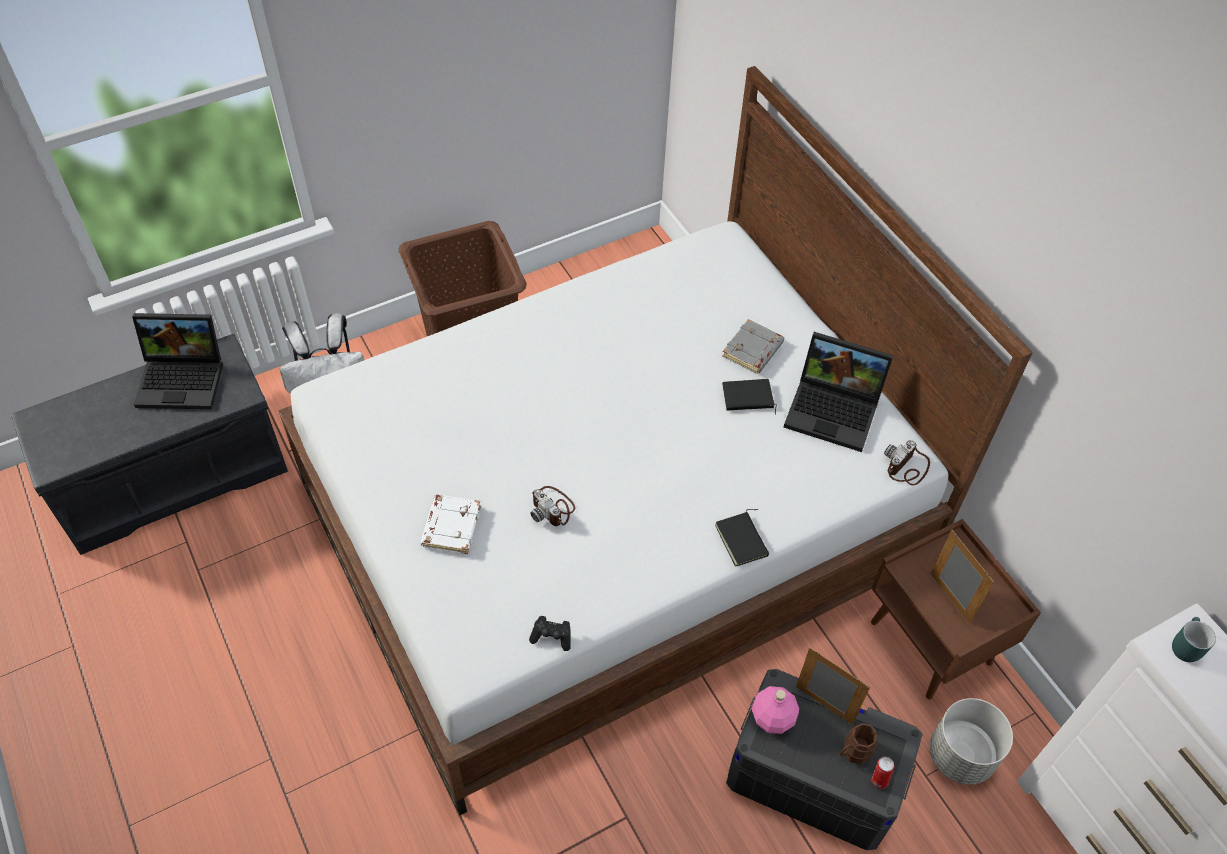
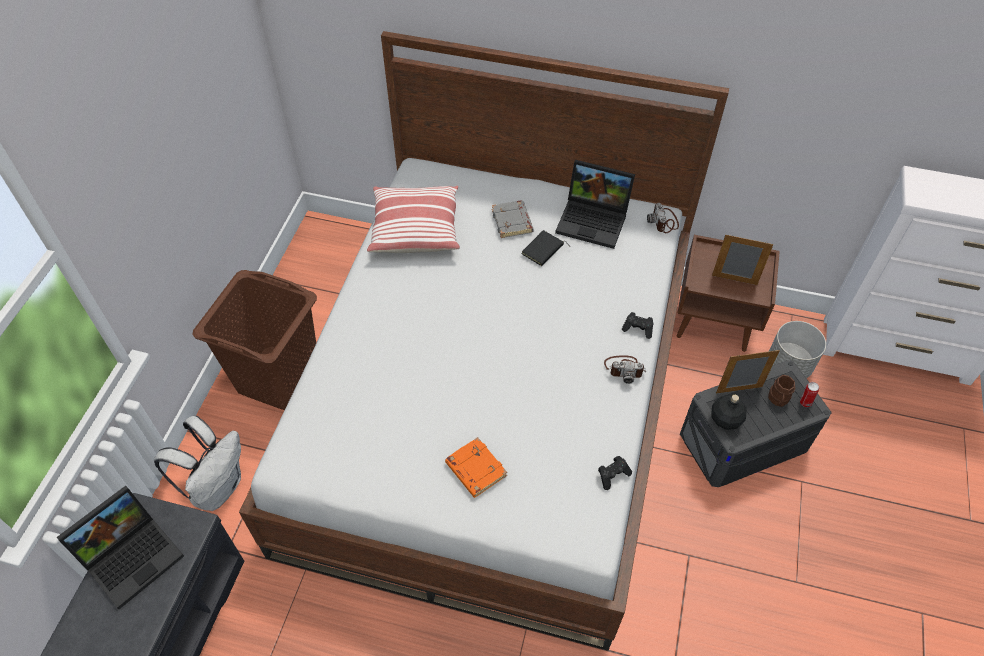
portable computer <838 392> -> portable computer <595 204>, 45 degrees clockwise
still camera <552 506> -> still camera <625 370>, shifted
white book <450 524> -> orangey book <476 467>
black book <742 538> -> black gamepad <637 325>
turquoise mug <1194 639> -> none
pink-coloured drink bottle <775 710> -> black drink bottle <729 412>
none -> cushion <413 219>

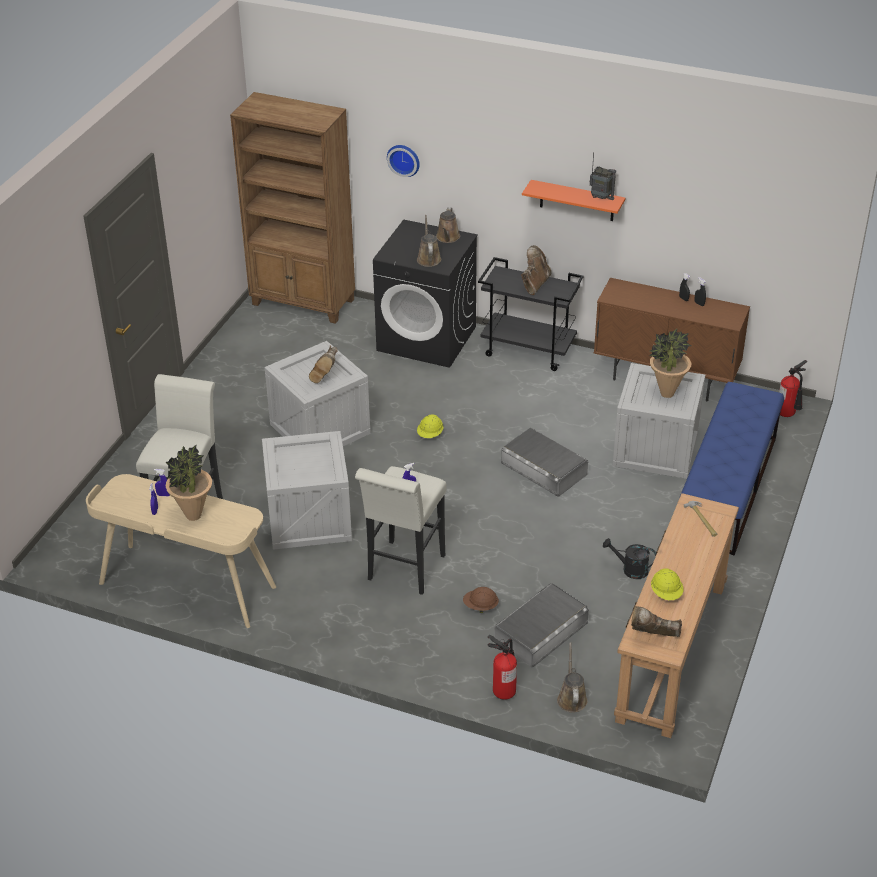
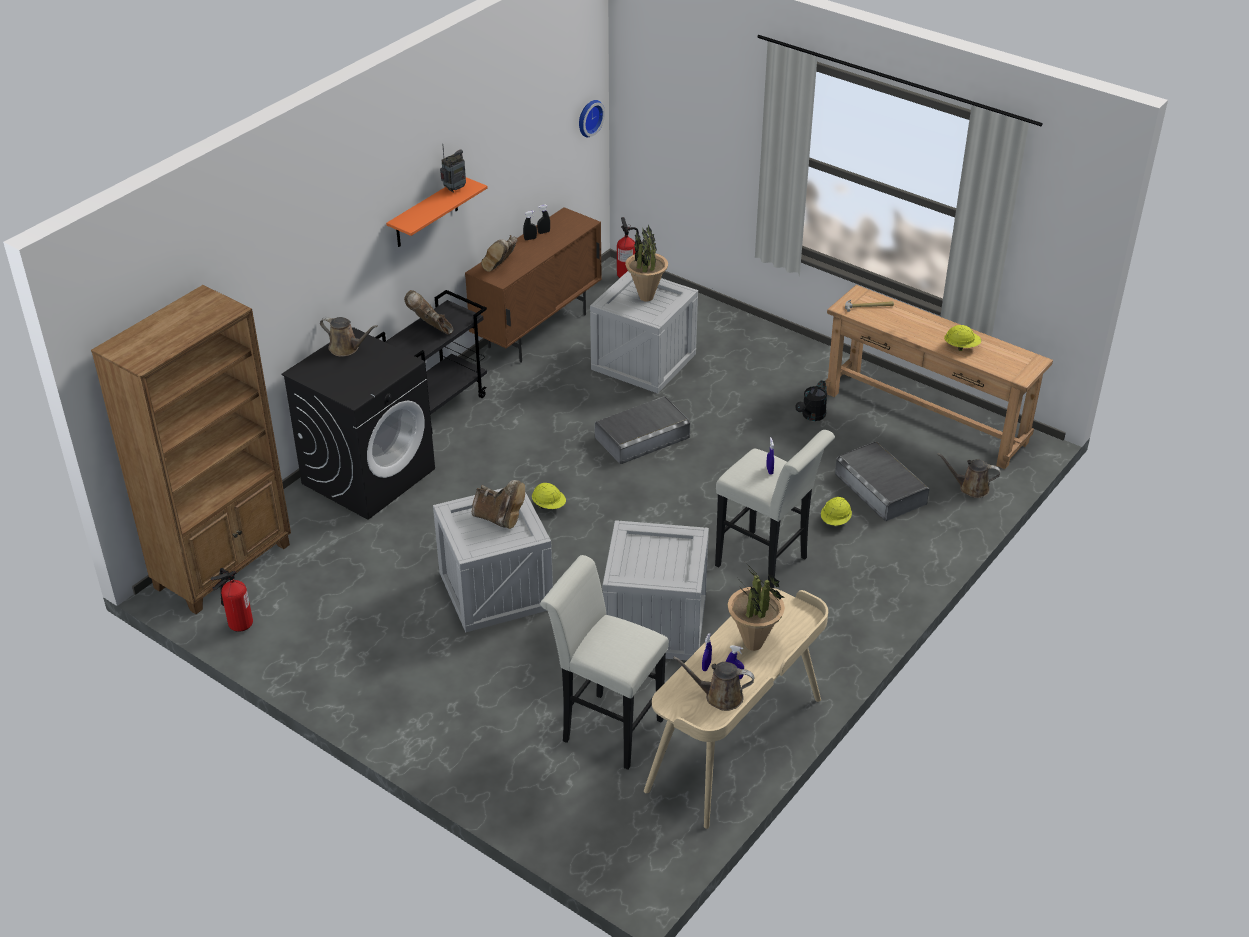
clock on the wall <403 161> -> clock on the wall <592 118>, shifted
brownish watering pot <429 241> -> brownish watering pot <713 684>, shifted
blue-coloured indoor bench <732 469> -> none
brownish safety helmet <481 600> -> yellow safety helmet <836 511>
brownish high-top boot <656 621> -> brownish high-top boot <499 253>, shifted
fire-fighting cylinder <502 667> -> fire-fighting cylinder <231 600>, shifted

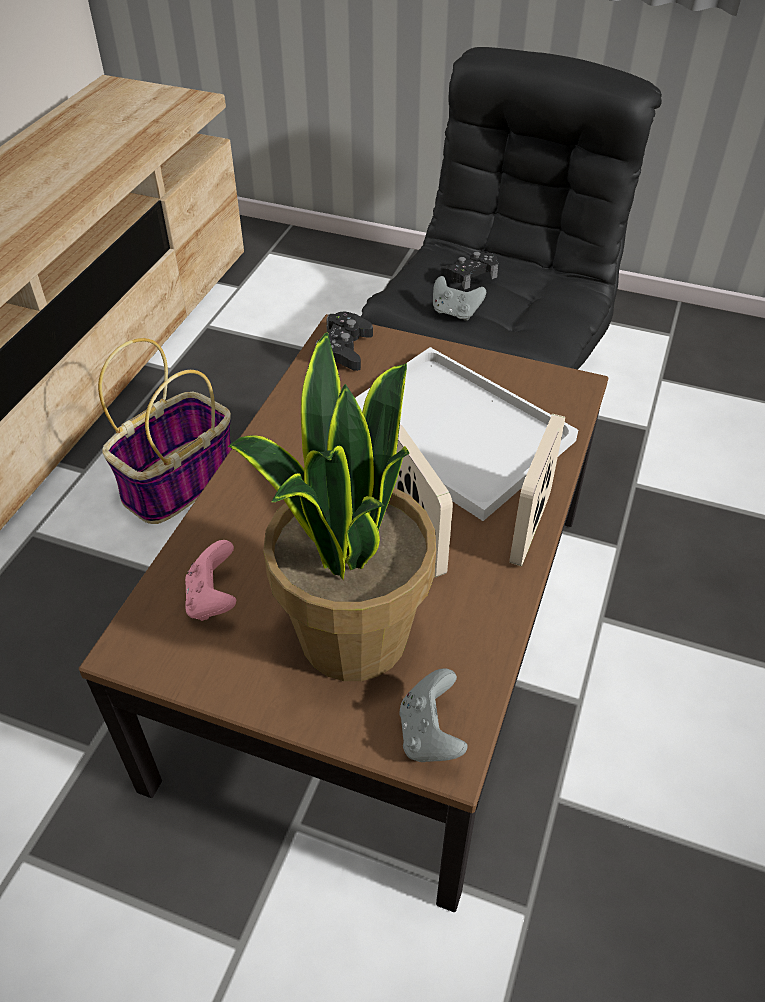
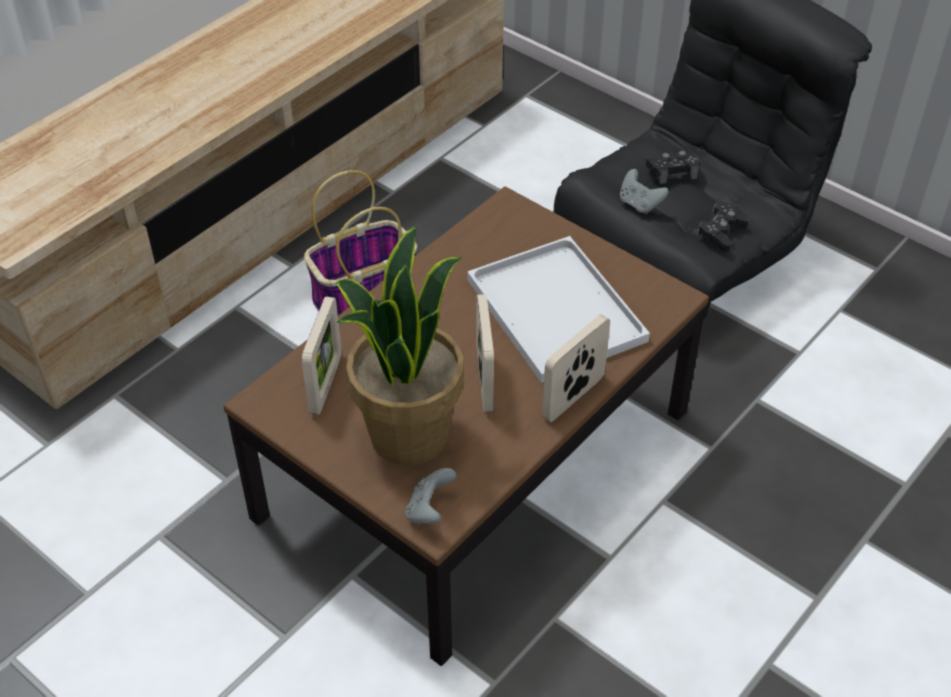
black gamepad <344 341> -> black gamepad <722 227>, shifted
pink-coloured gamepad <210 580> -> photo frame <321 355>

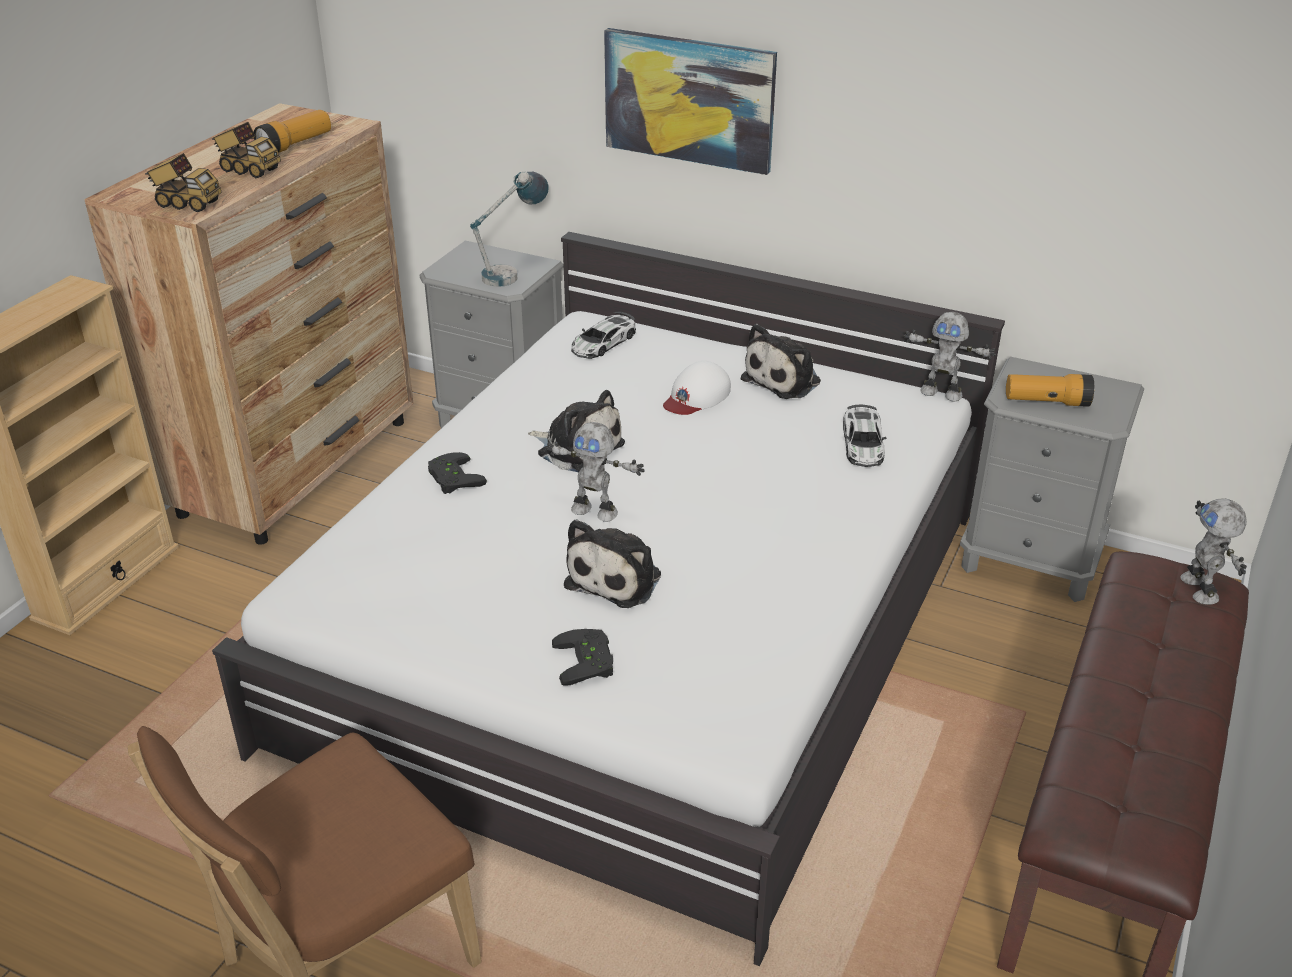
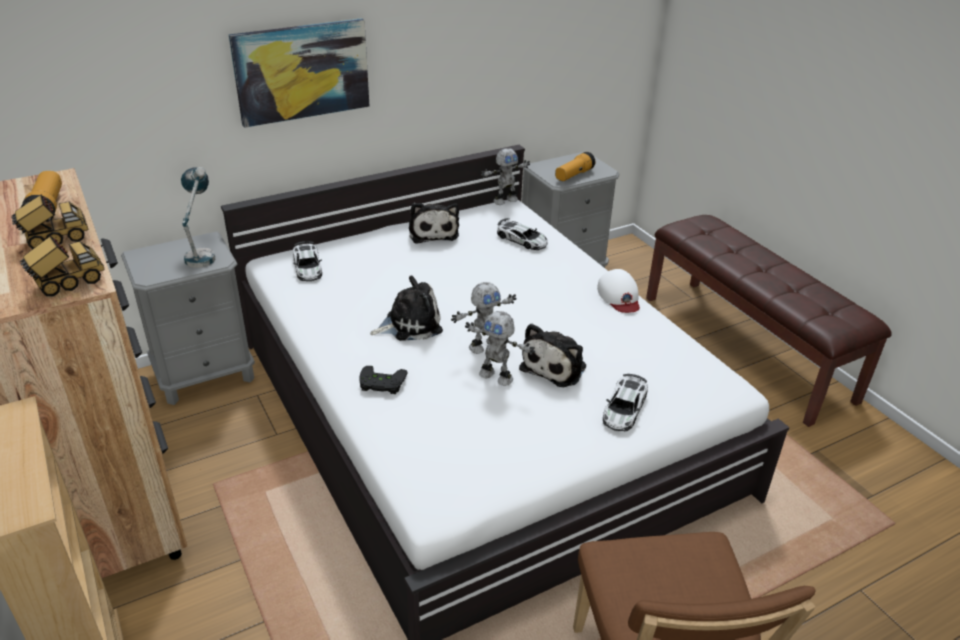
white cap <697 388> -> white cap <618 291>, shifted
model robot <1213 551> -> model robot <500 348>, shifted
plush toy <612 563> -> plush toy <552 355>, 60 degrees clockwise
black gamepad <582 657> -> miniature car <625 403>

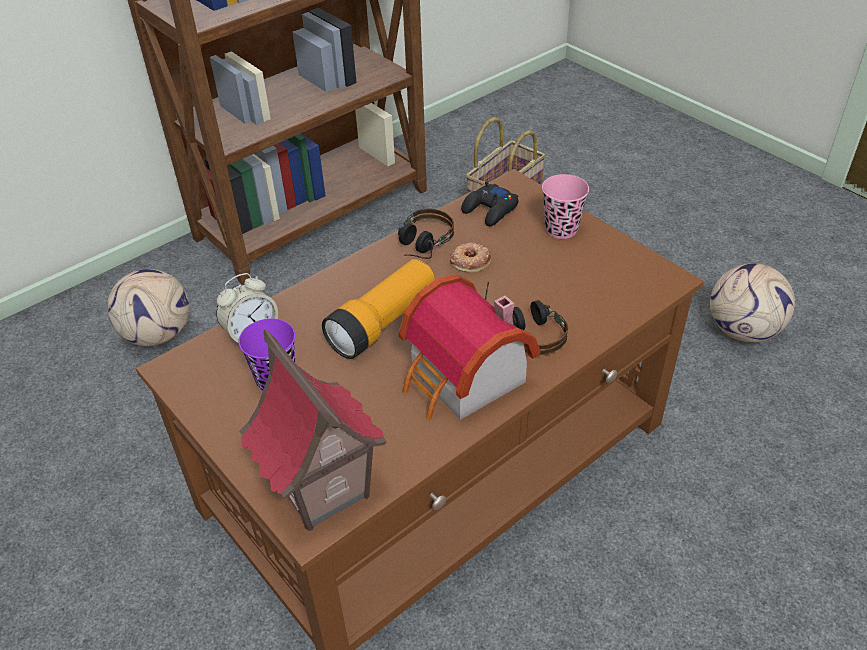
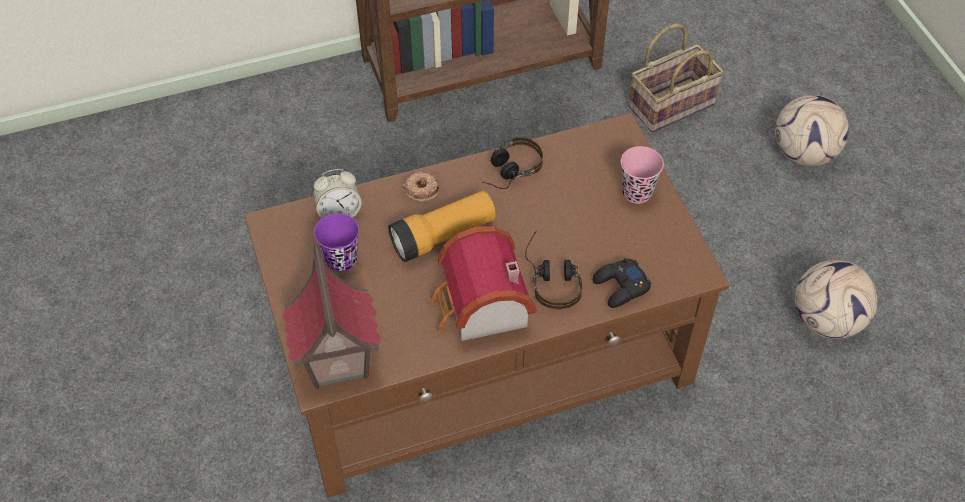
black gamepad <490 203> -> black gamepad <622 283>, shifted
ring doughnut <470 257> -> ring doughnut <421 186>, shifted
football <148 307> -> football <812 130>, shifted

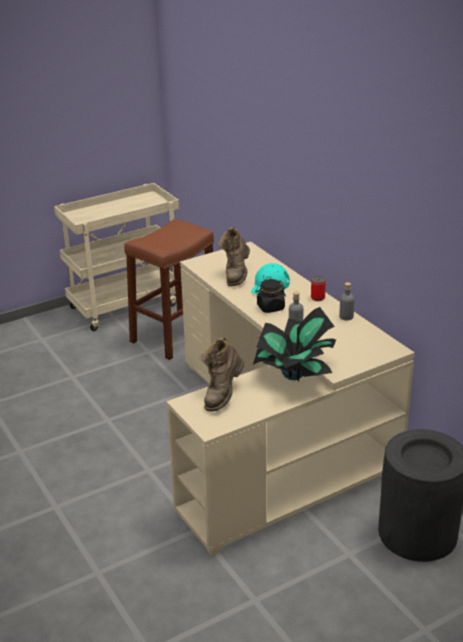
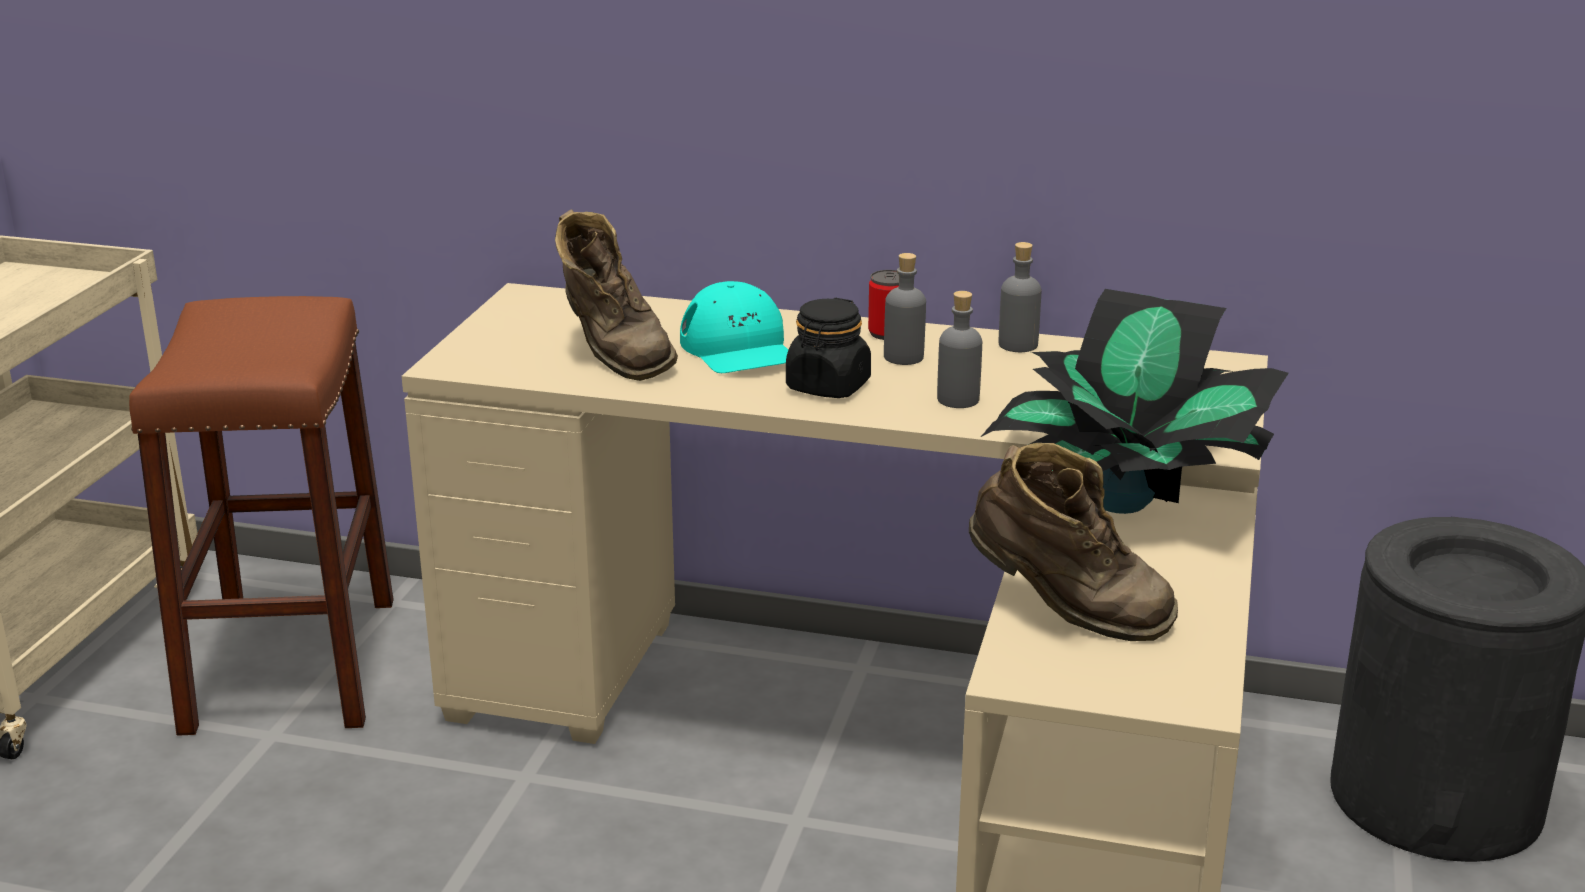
brownish high-top boot <222 374> -> brownish high-top boot <1073 542>, 45 degrees counterclockwise
none -> gray drink bottle <905 309>

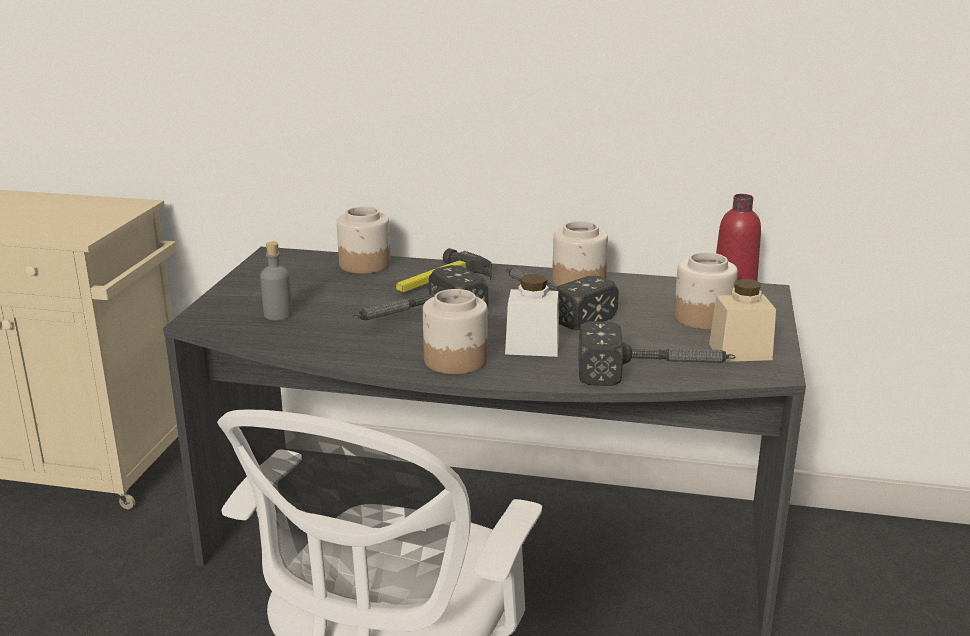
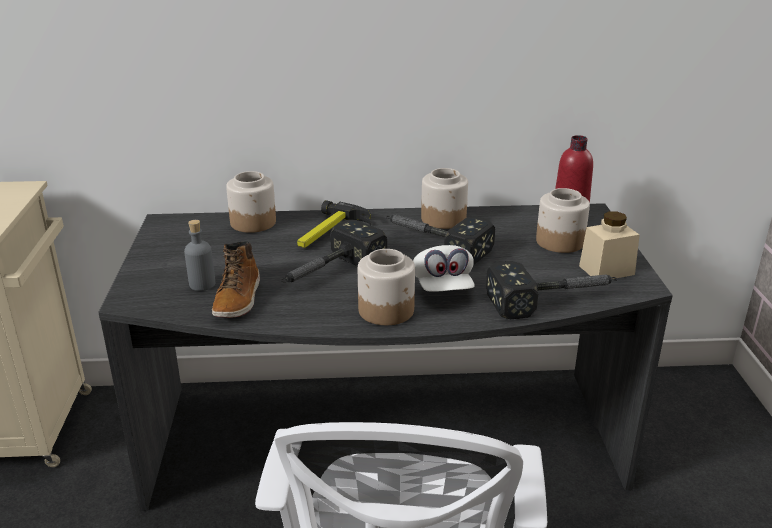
white jar <532 315> -> white cap <444 268>
none -> high-top boot <236 280>

